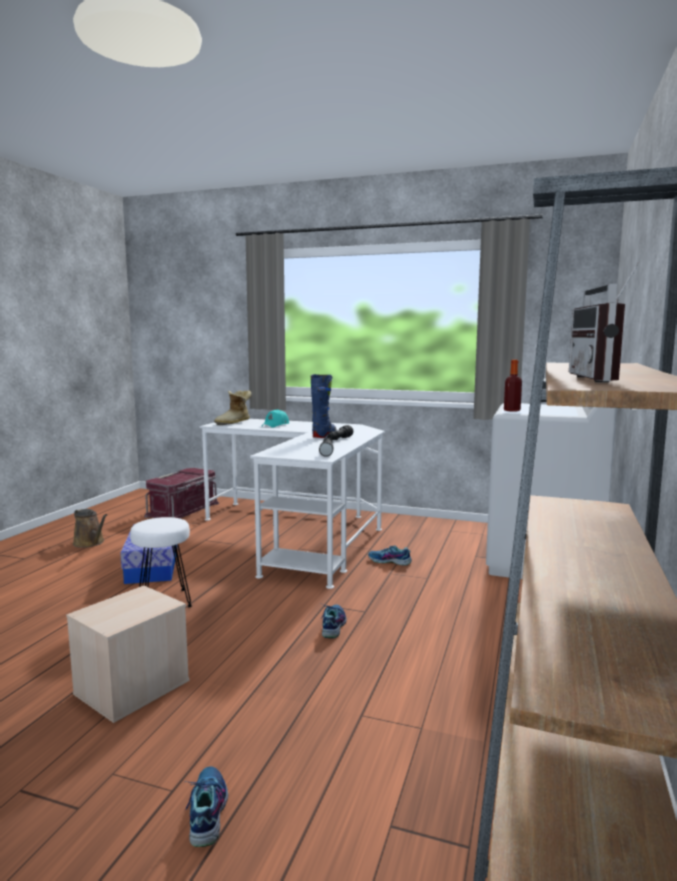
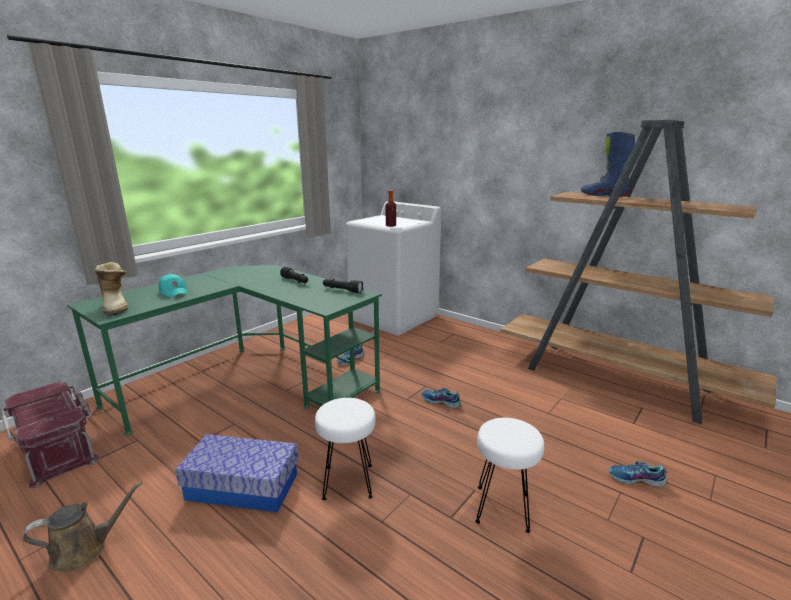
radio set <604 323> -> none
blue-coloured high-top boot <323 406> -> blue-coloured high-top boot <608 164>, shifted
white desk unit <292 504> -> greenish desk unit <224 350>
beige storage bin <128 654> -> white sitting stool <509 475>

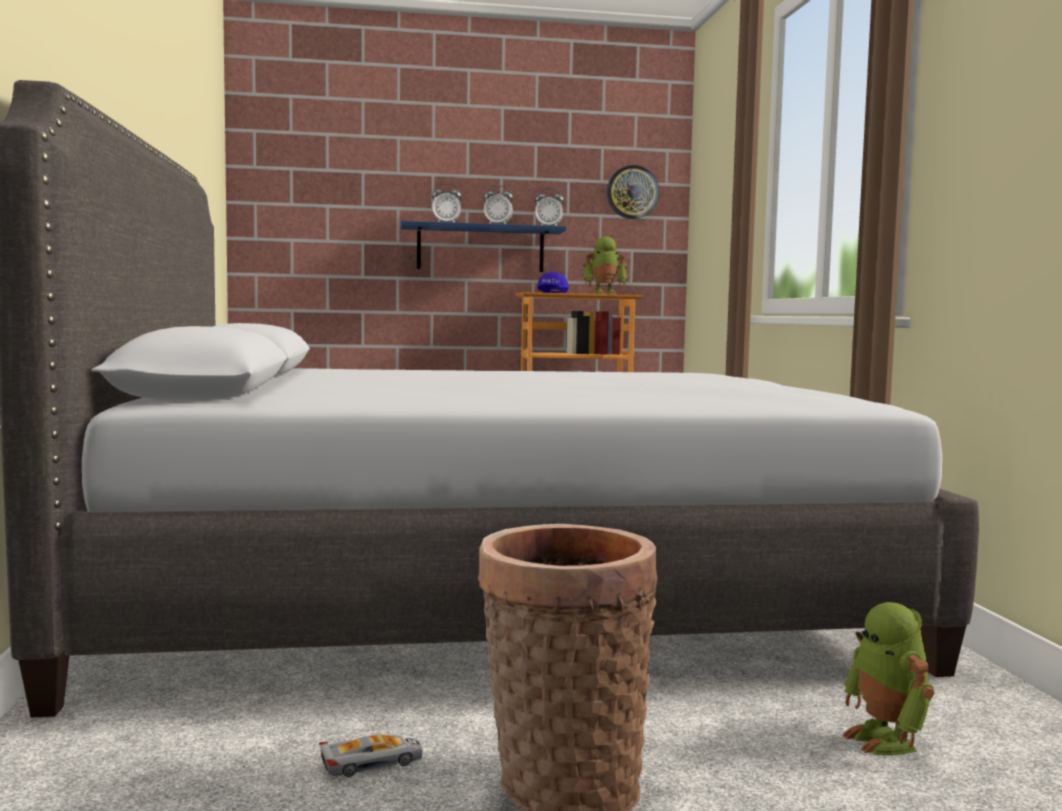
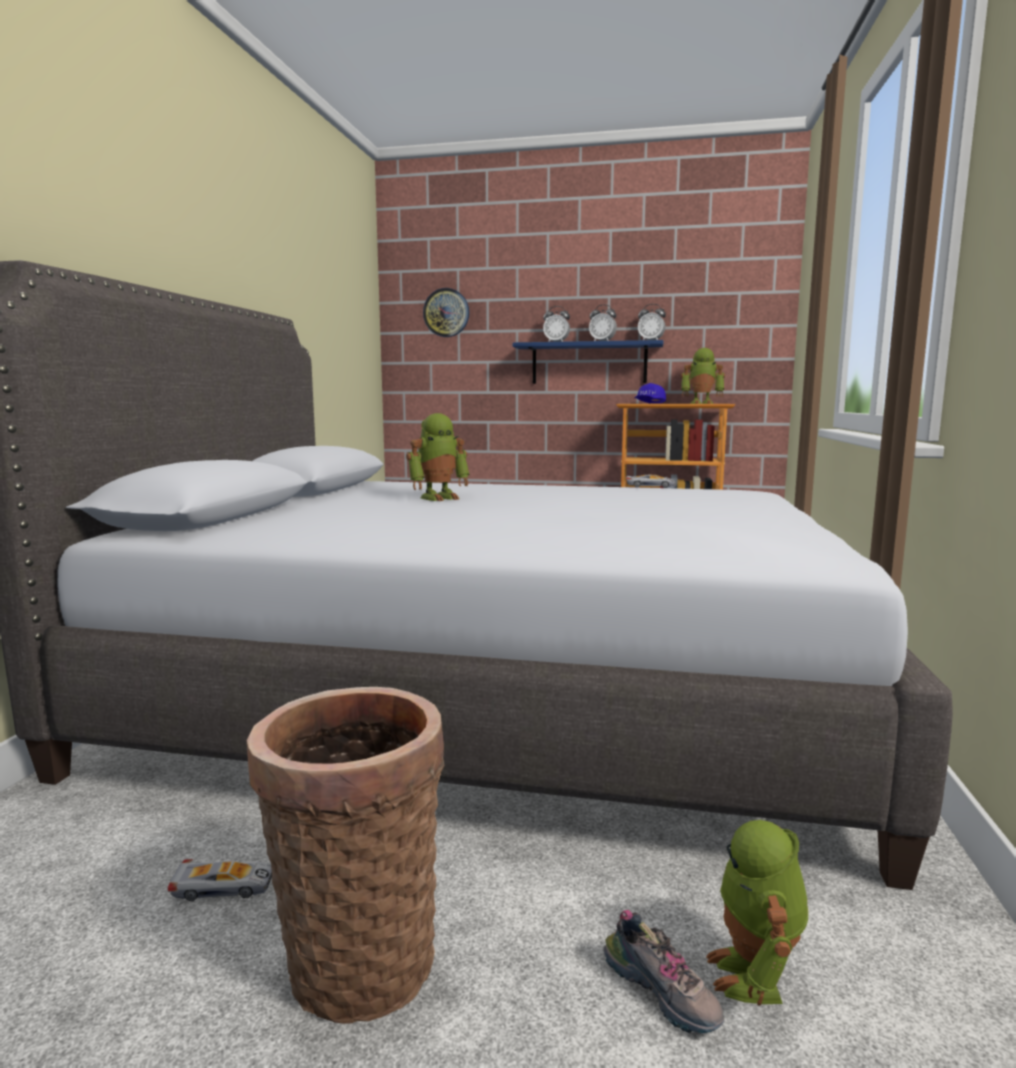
clock on the wall <633 192> -> clock on the wall <446 312>, shifted
none -> model robot <437 457>
none -> miniature car <651 481>
none -> item of footwear <663 971>

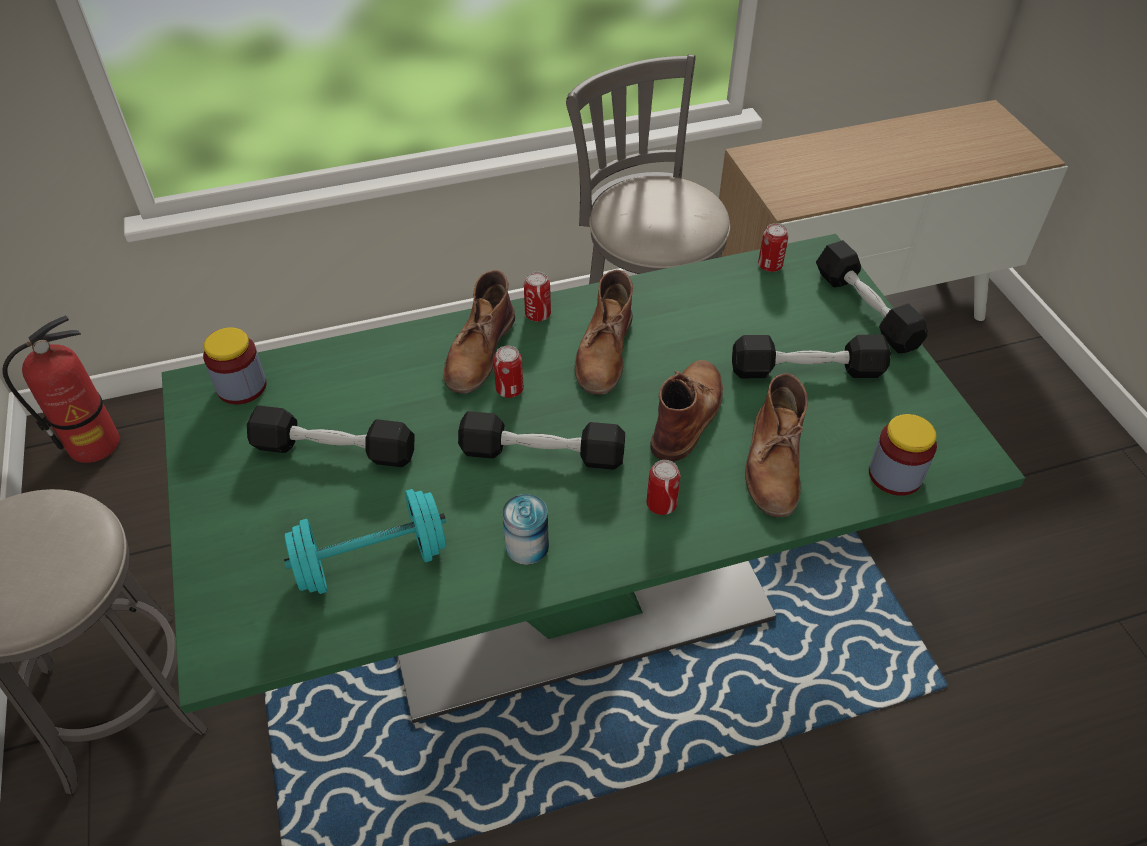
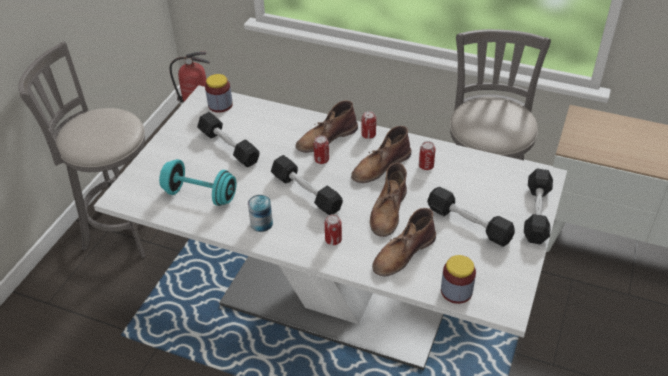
sealed can <773 247> -> sealed can <427 155>, shifted
greenish dinner table <593 478> -> white dinner table <330 227>
brownish high-top boot <686 411> -> brownish high-top boot <388 200>, 135 degrees clockwise

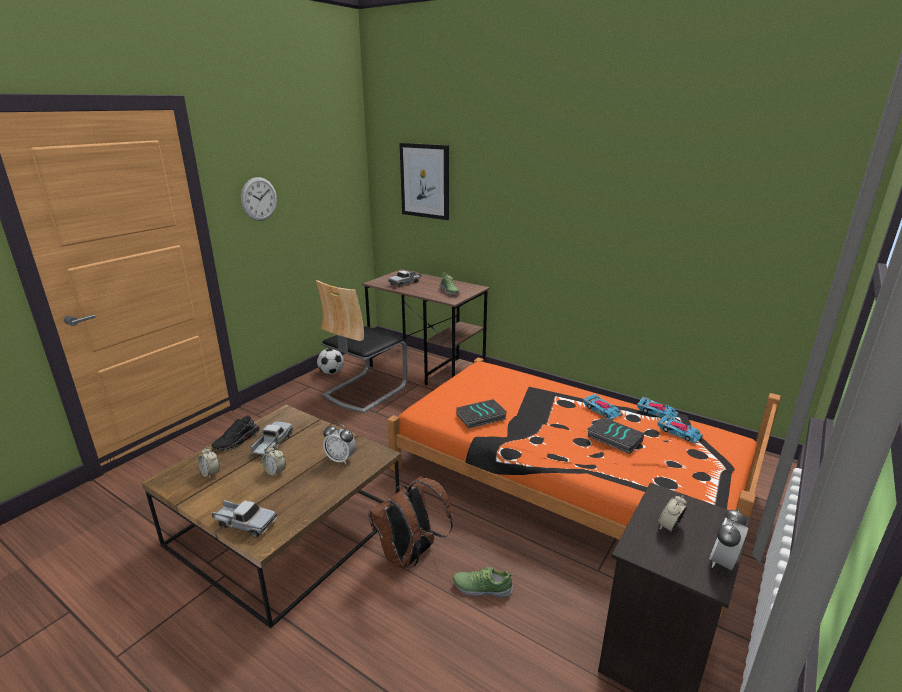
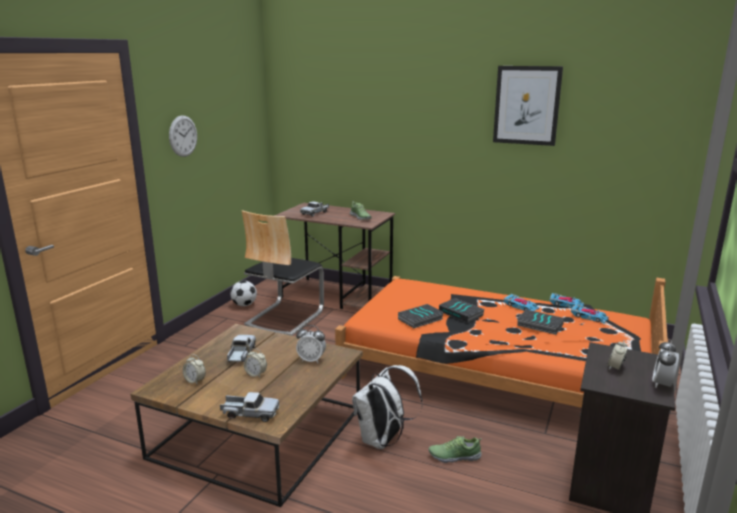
wall art <424 181> -> wall art <528 106>, shifted
black item of footwear <236 432> -> none
brownish knapsack <410 522> -> white knapsack <387 407>
none -> book <461 310>

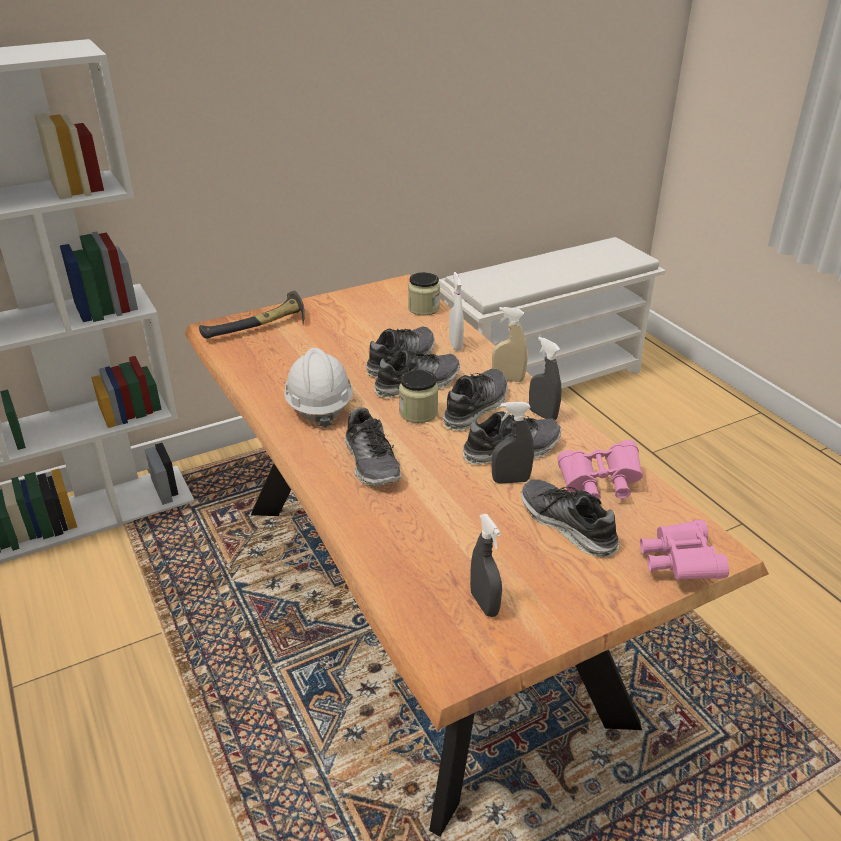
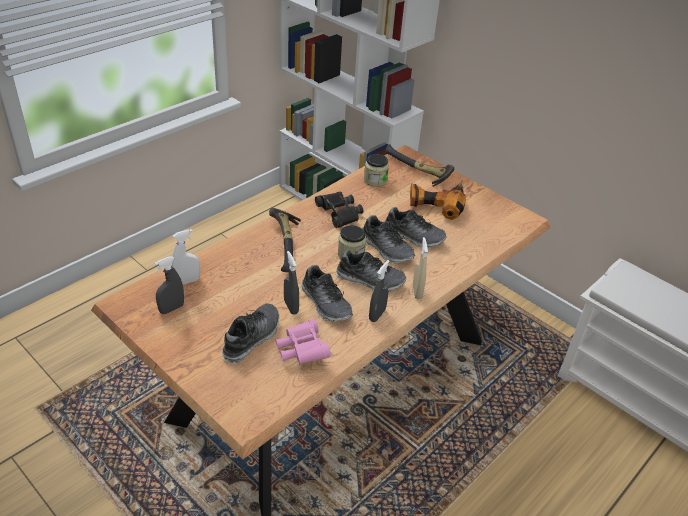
jar <424 294> -> jar <376 170>, shifted
white spray bottle <456 311> -> white spray bottle <186 257>, shifted
white safety helmet <318 388> -> black pair of binoculars <339 210>
item of footwear <372 446> -> tool hammer <285 240>
pink-coloured pair of binoculars <684 550> -> none
none -> power drill <438 200>

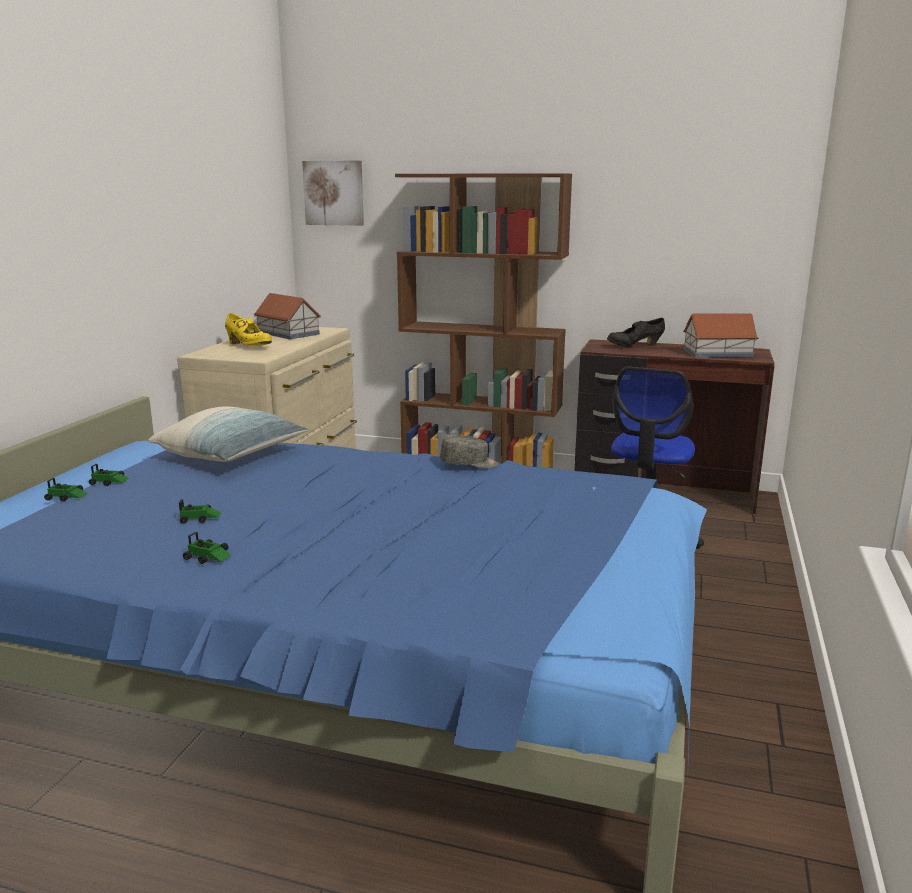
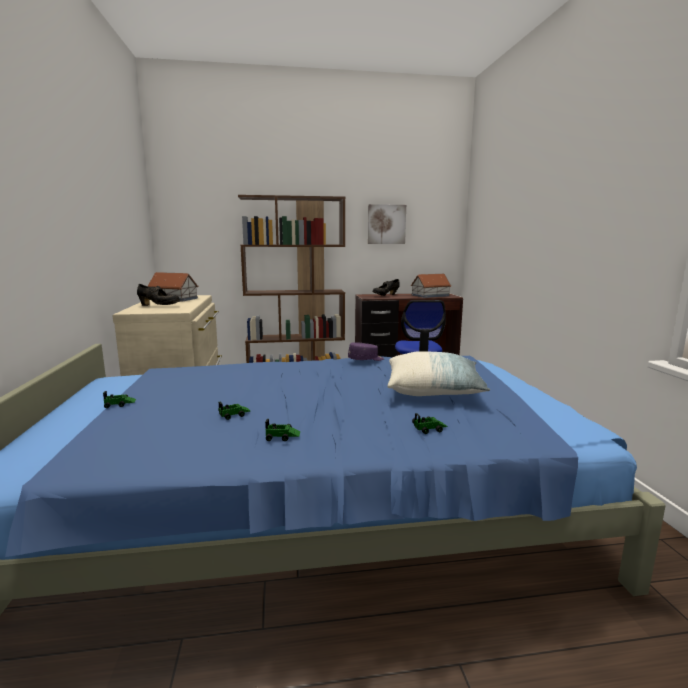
wall art <333 193> -> wall art <387 224>, shifted
yellow item of footwear <248 329> -> black item of footwear <158 295>
cushion <228 434> -> cushion <439 373>, shifted
gray cap <469 451> -> purple cap <366 351>
miniature car <66 490> -> miniature car <429 423>, shifted

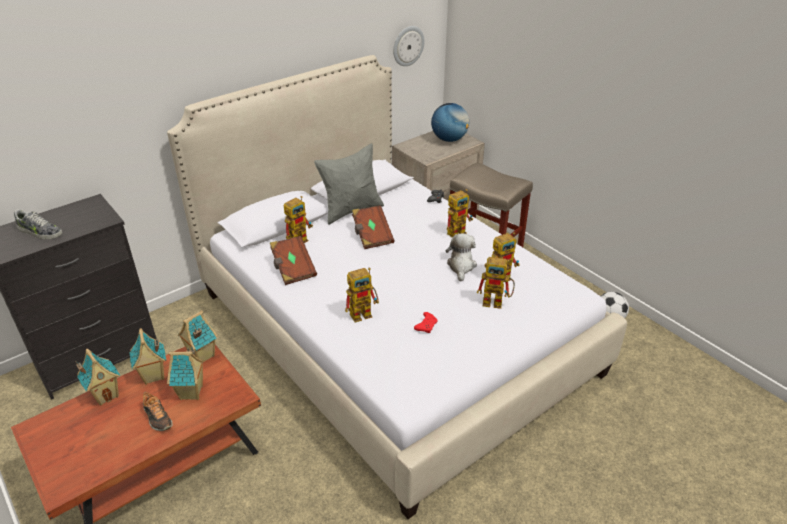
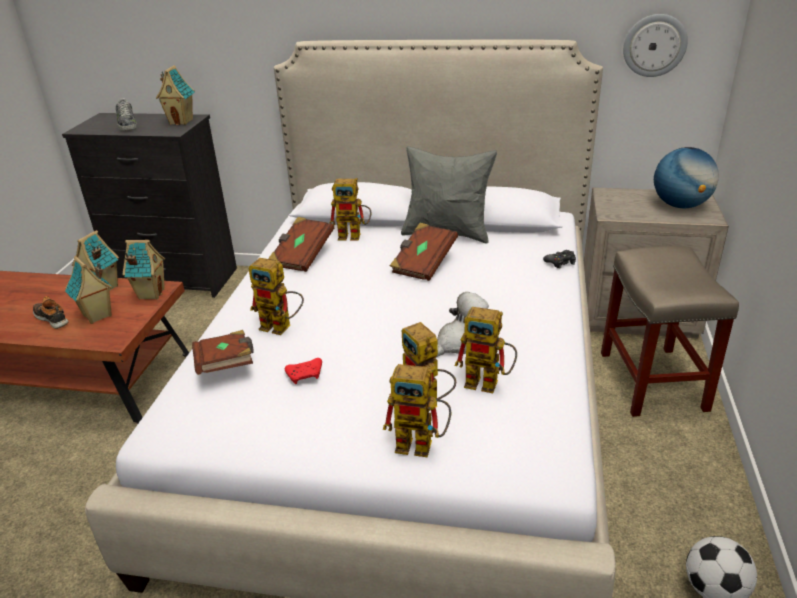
model robot <460 213> -> model robot <417 410>, shifted
model house <97 377> -> model house <175 95>, shifted
item of footwear <158 411> -> item of footwear <51 312>, 120 degrees clockwise
none -> brownish book <222 352>

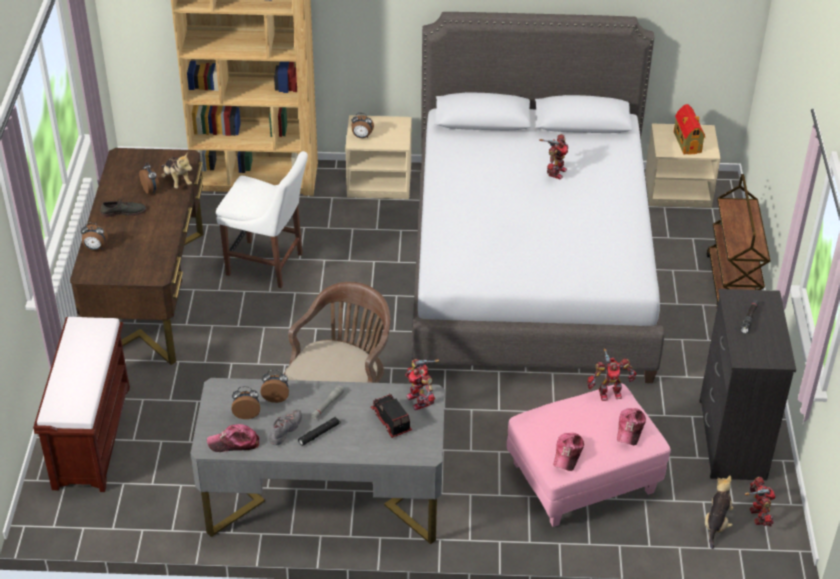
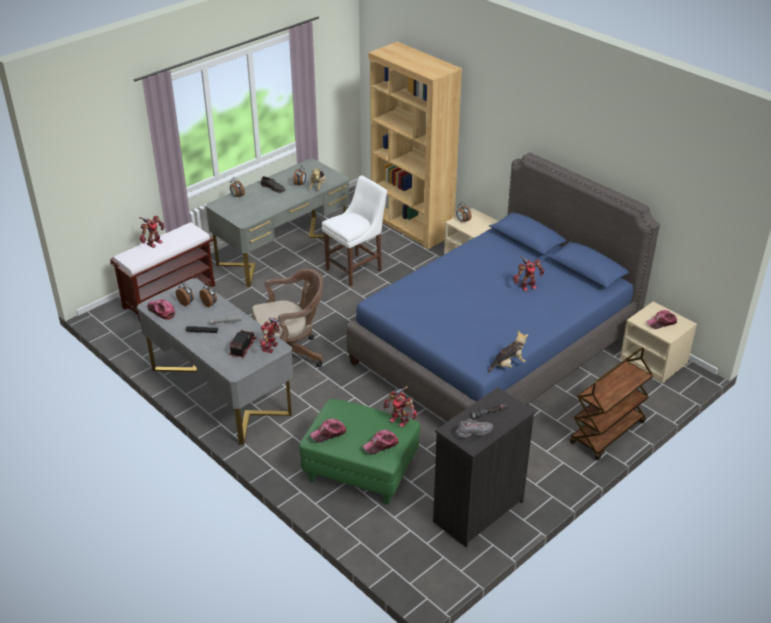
gray bed <538 197> -> blue-coloured bed <503 287>
model house <689 129> -> cap <661 319>
brownish desk unit <137 256> -> gray desk unit <277 223>
white chair <262 219> -> white chair <354 231>, 105 degrees counterclockwise
pink-coloured footrest <589 455> -> greenish footrest <359 452>
gray item of footwear <285 427> -> gray item of footwear <474 428>, shifted
plush toy <719 512> -> plush toy <508 352>, shifted
model robot <760 502> -> model robot <151 232>, shifted

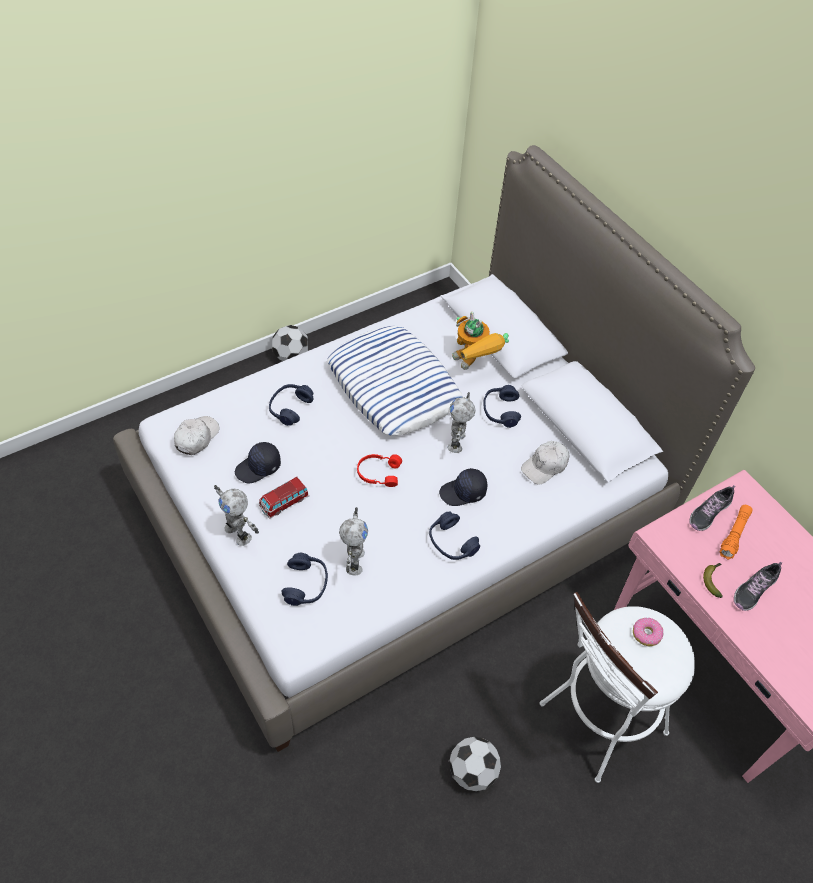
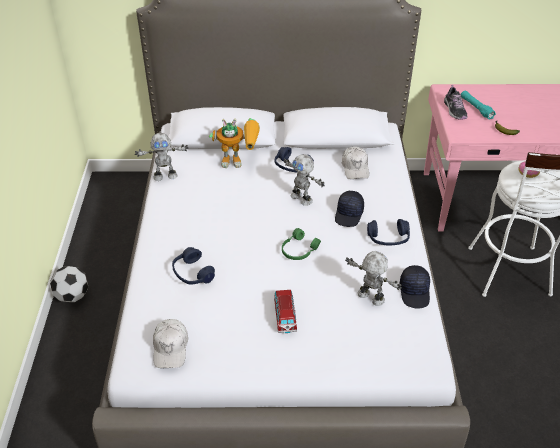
cushion <395 381> -> none
white cap <197 435> -> white cap <170 343>, 150 degrees counterclockwise
black cap <258 462> -> black cap <415 286>, shifted
red-coloured pair of headphones <379 470> -> greenish pair of headphones <301 244>
model robot <236 515> -> model robot <162 157>, shifted
orangey flashlight <736 532> -> turquoise flashlight <478 105>
blue-coloured pair of headphones <304 579> -> none
item of footwear <758 586> -> none
football <475 764> -> none

